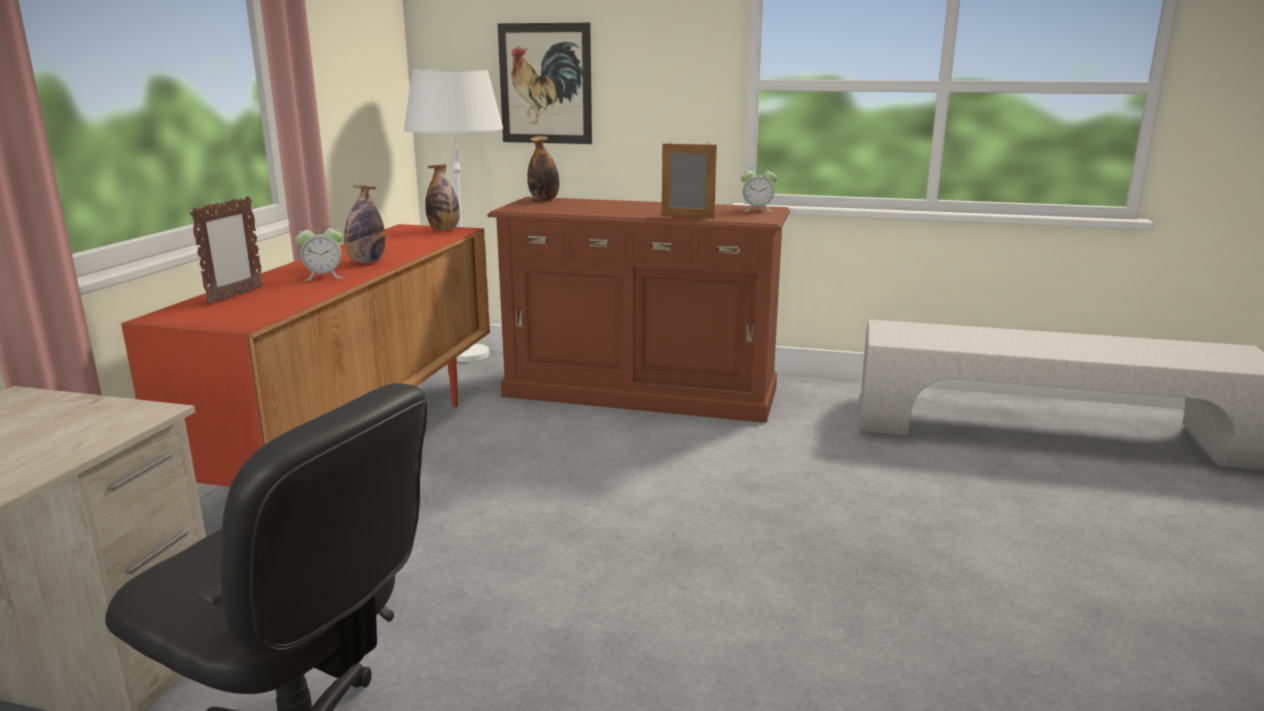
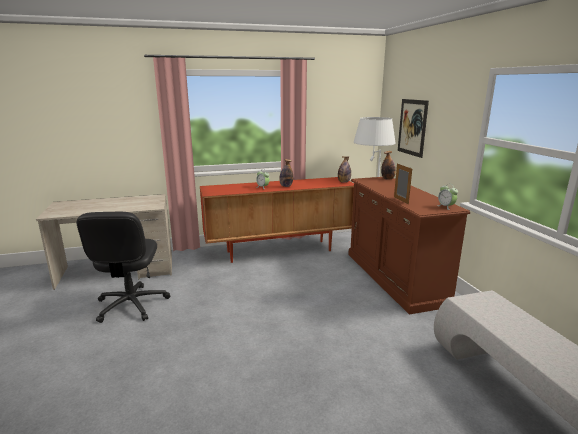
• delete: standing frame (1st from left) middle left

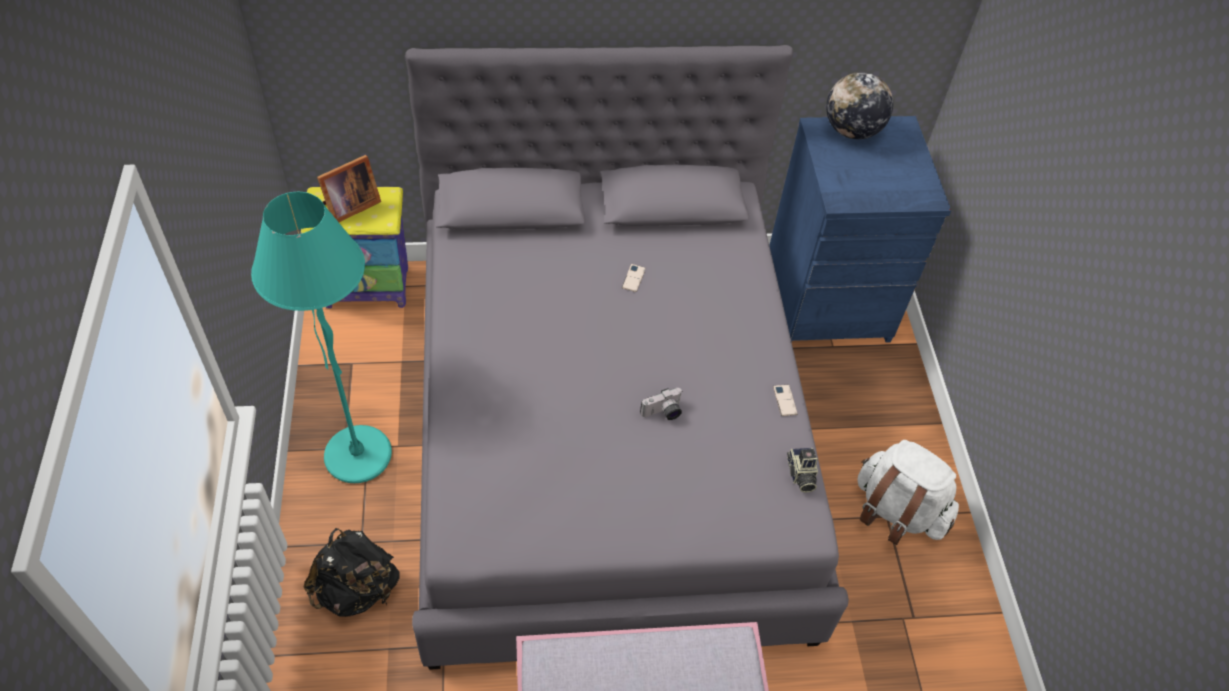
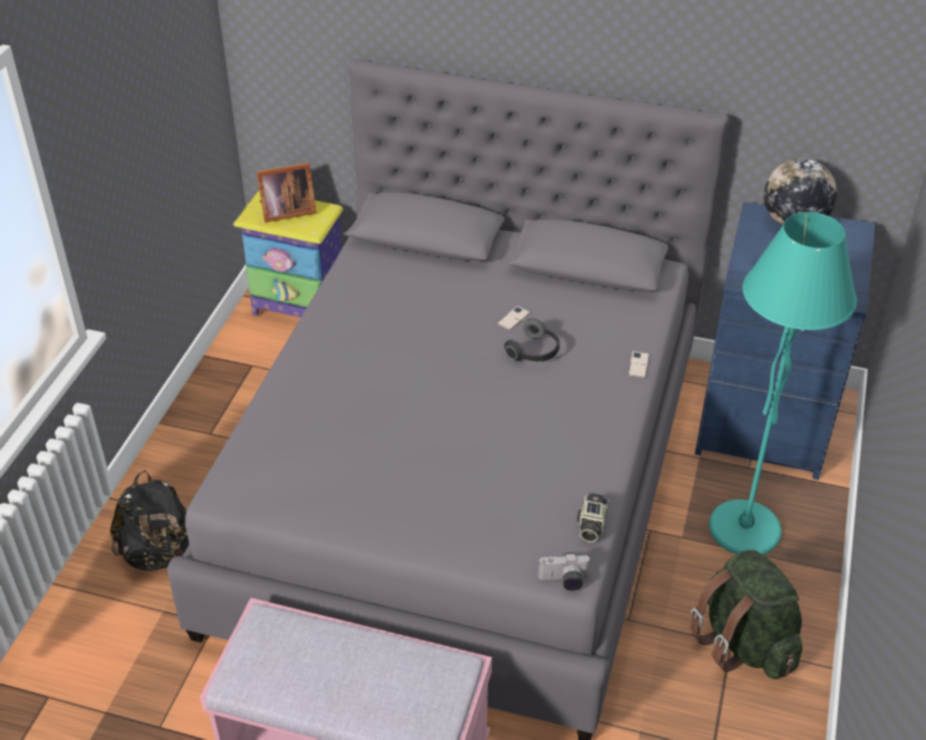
• insert: headphones centre
• move: turquoise standard lamp middle left to middle right
• move: photo camera (1st from left) centre to bottom centre
• move: handset (2nd from left) centre to middle right
• recolor: white rucksack bottom right to green rucksack bottom right

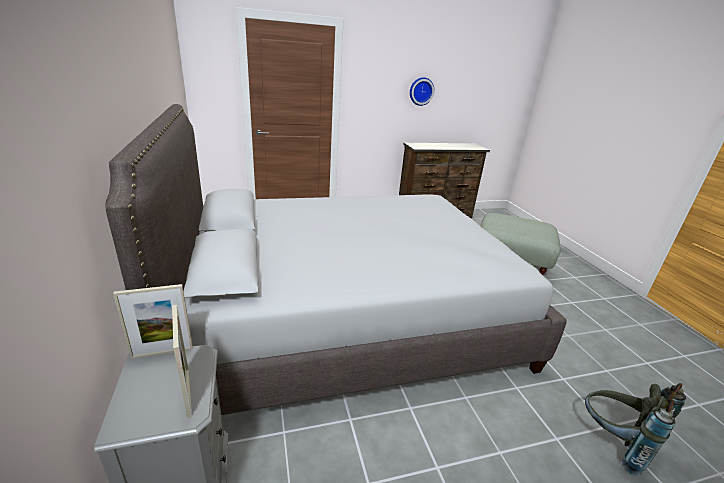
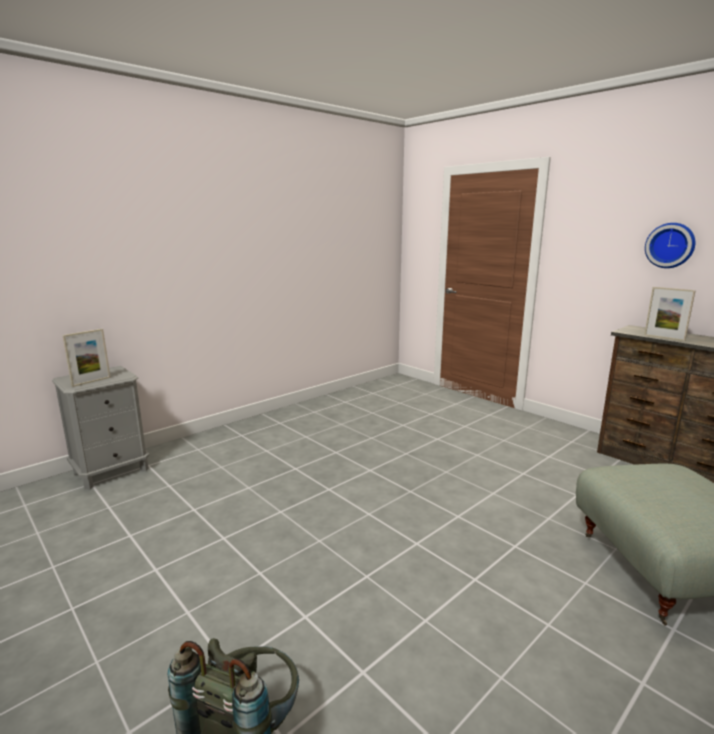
• delete: gray bedroom bed centre
• move: standing frame (1st from left in the first image) middle left to standing frame (2nd from left) middle right

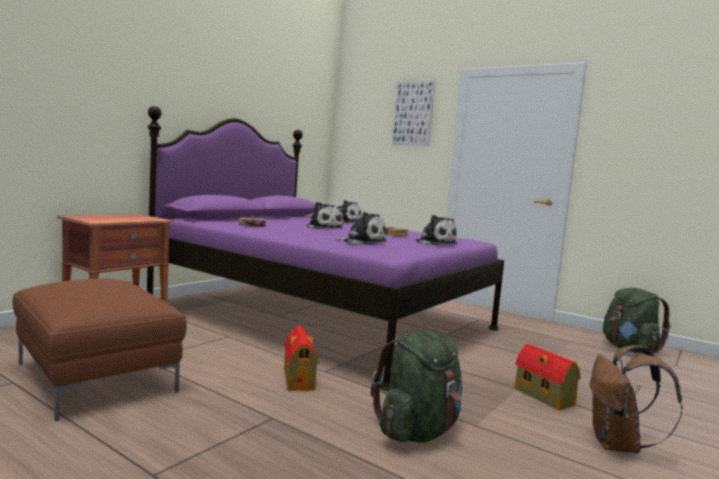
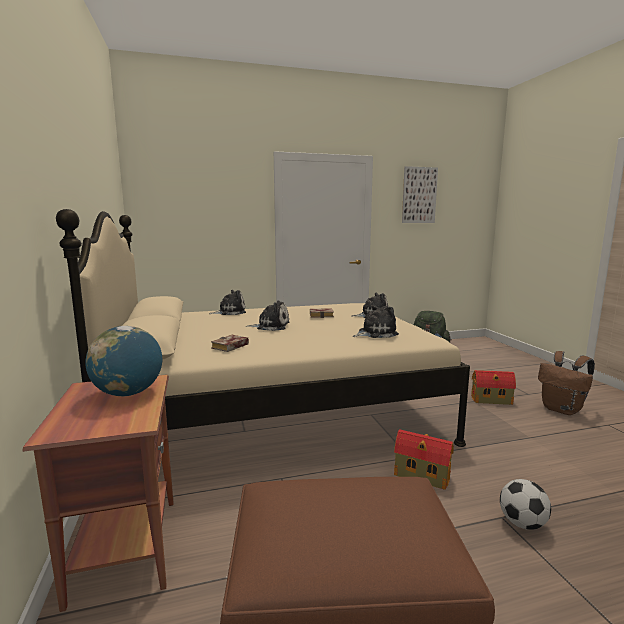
• delete: green rucksack (1st from left) bottom centre
• insert: world globe middle left
• insert: ball for football bottom right
• move: picture top centre to top right
• recolor: purplish bedroom bed centre to beige-coloured bedroom bed centre

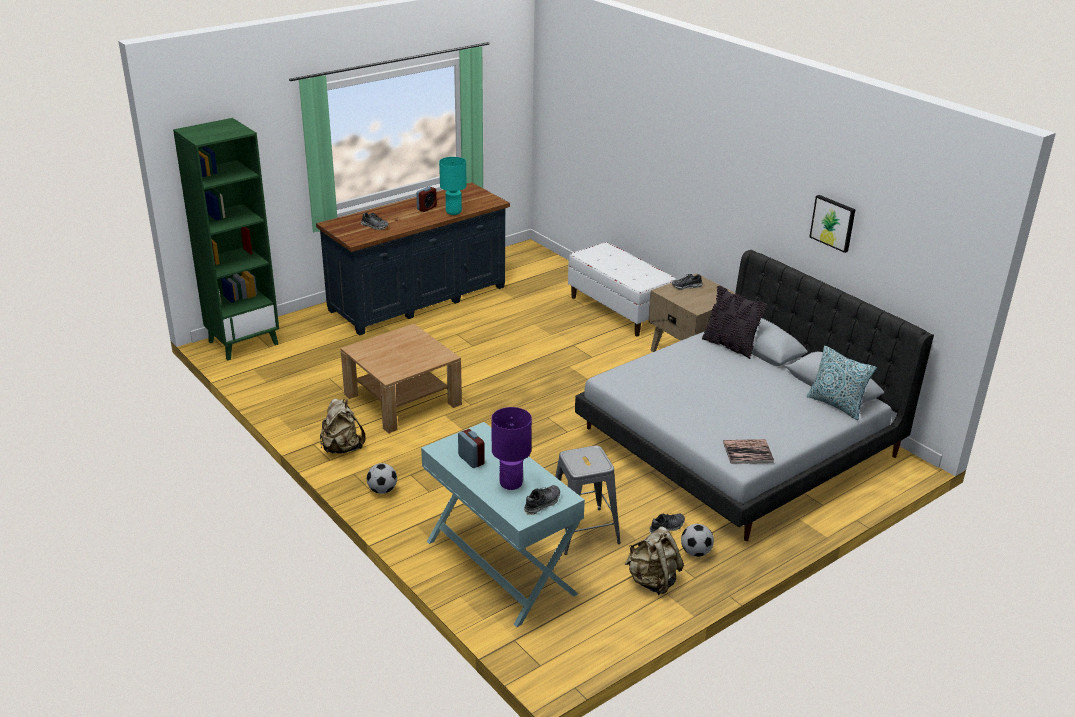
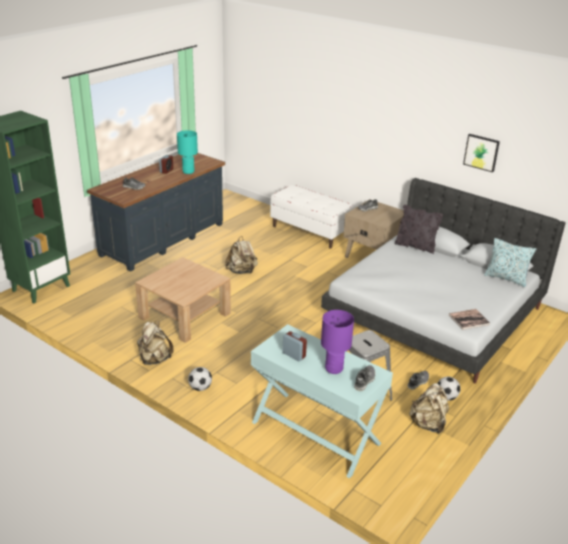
• insert: beige-coloured rucksack (2nd from left) centre

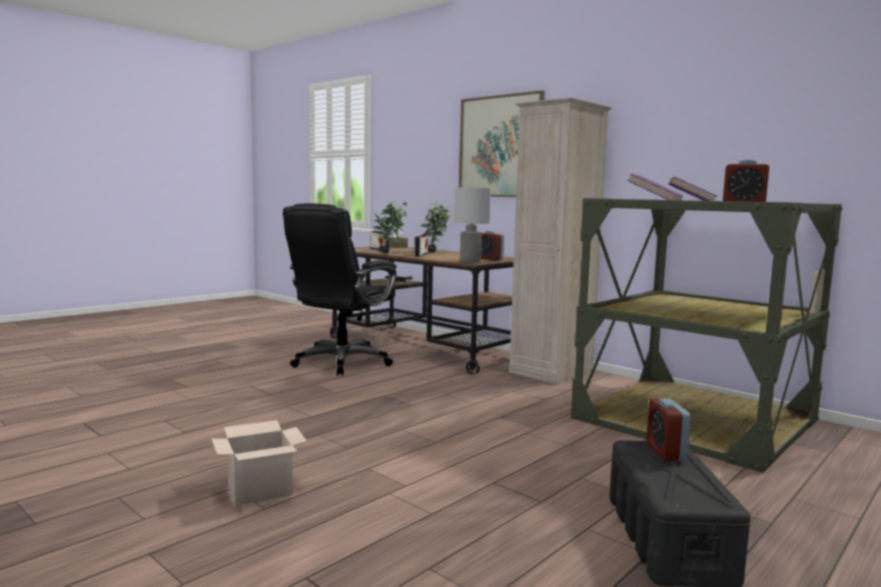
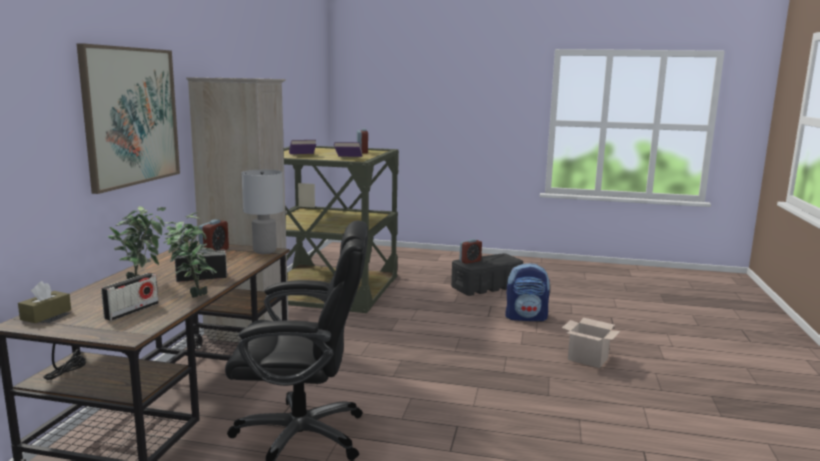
• insert: rucksack centre

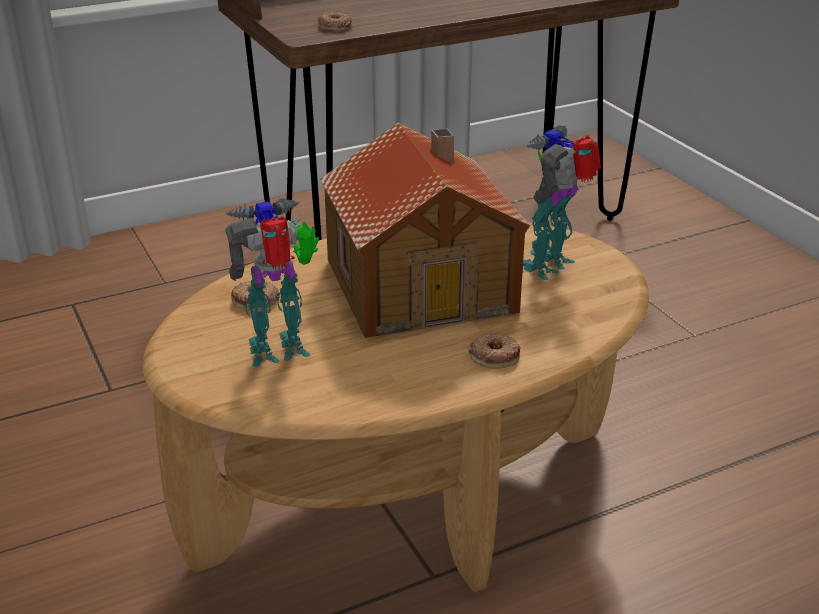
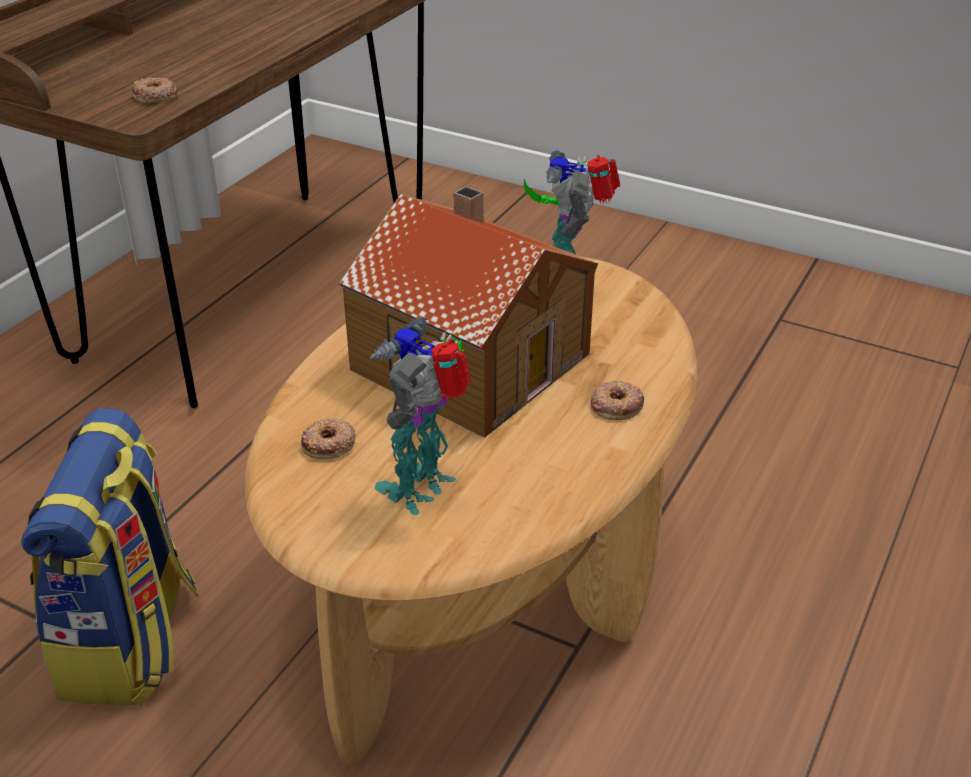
• insert: rucksack bottom left

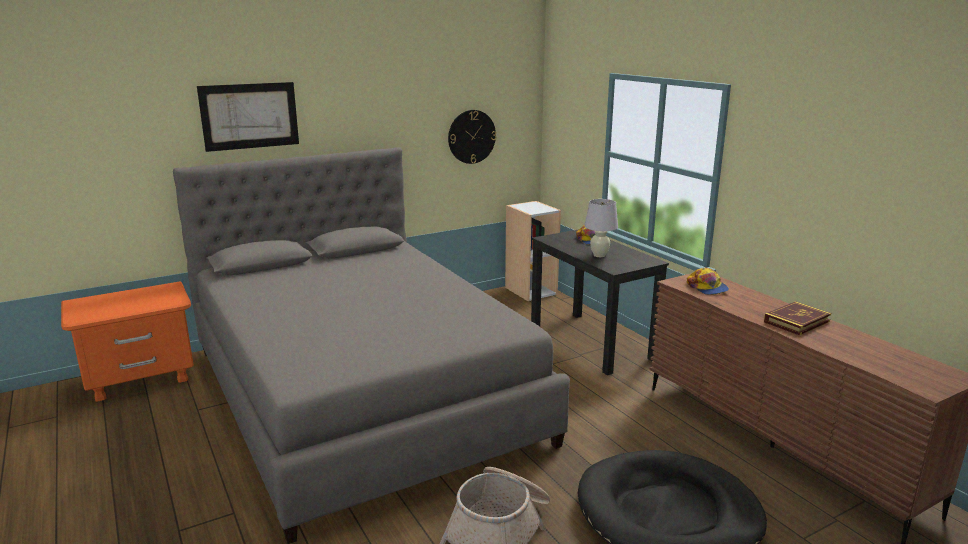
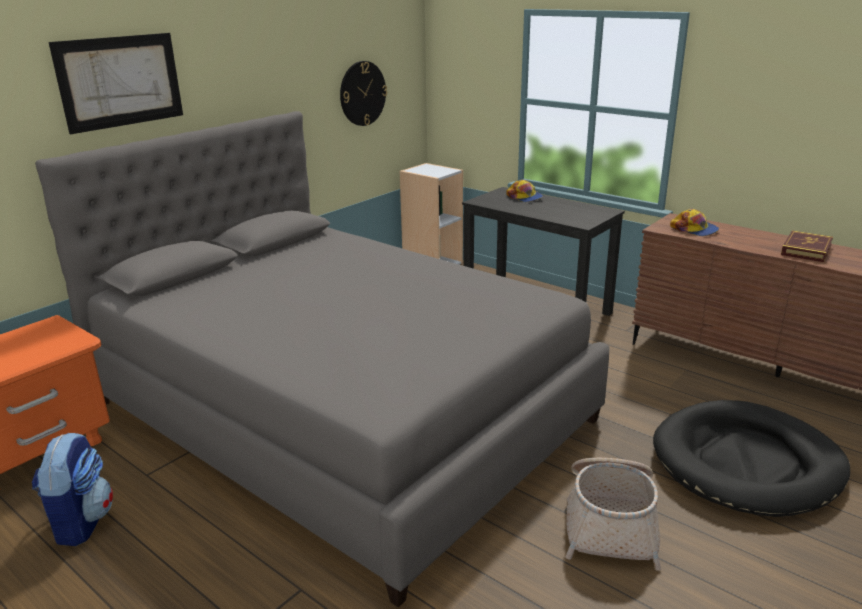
• delete: white table lamp centre
• insert: rucksack bottom left

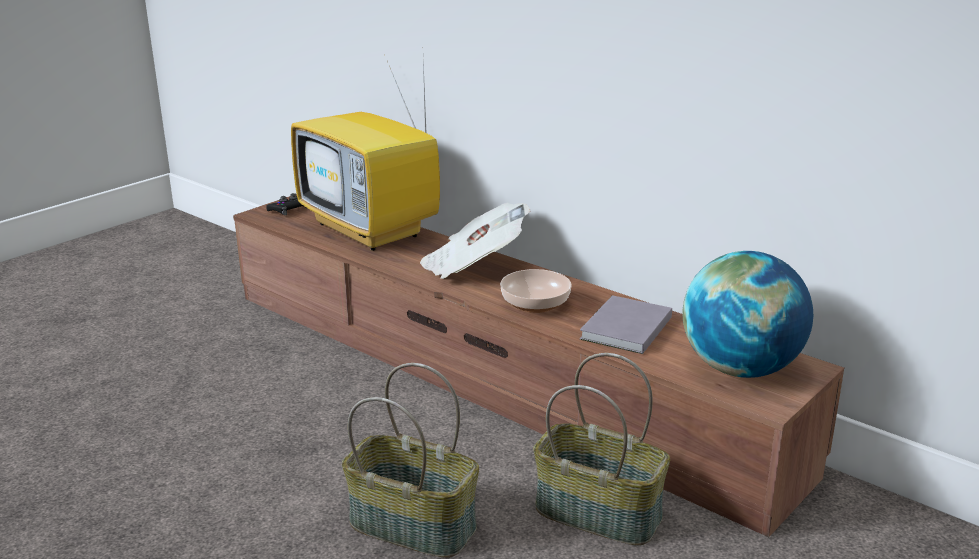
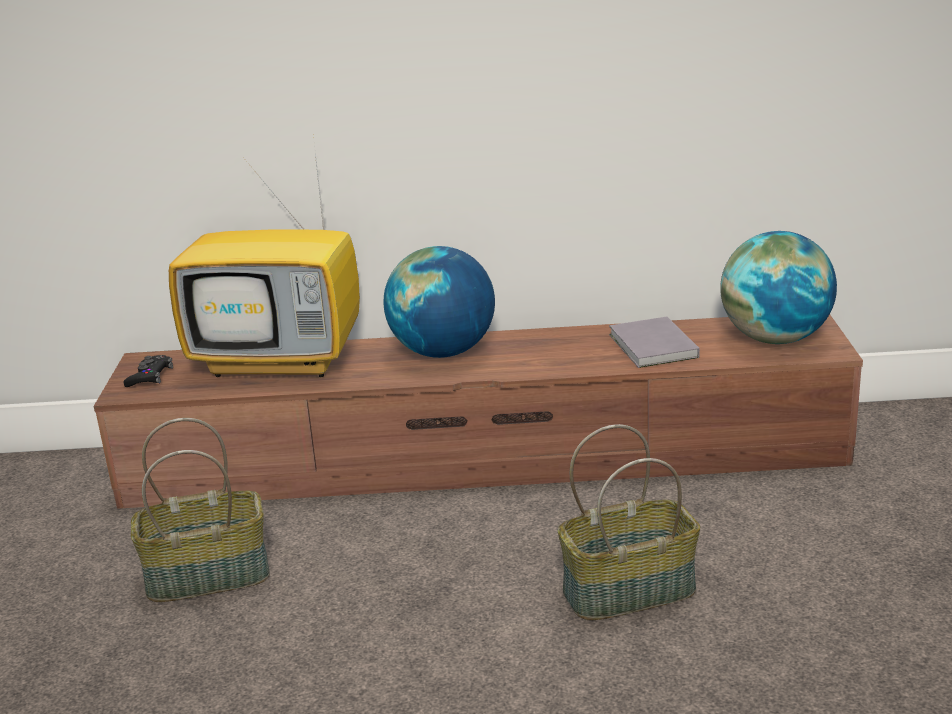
• delete: deep dish centre
• move: basket (2nd from left in the first image) bottom centre to basket (1st from left) bottom left
• replace: daily paper centre to world globe (1st from left) centre

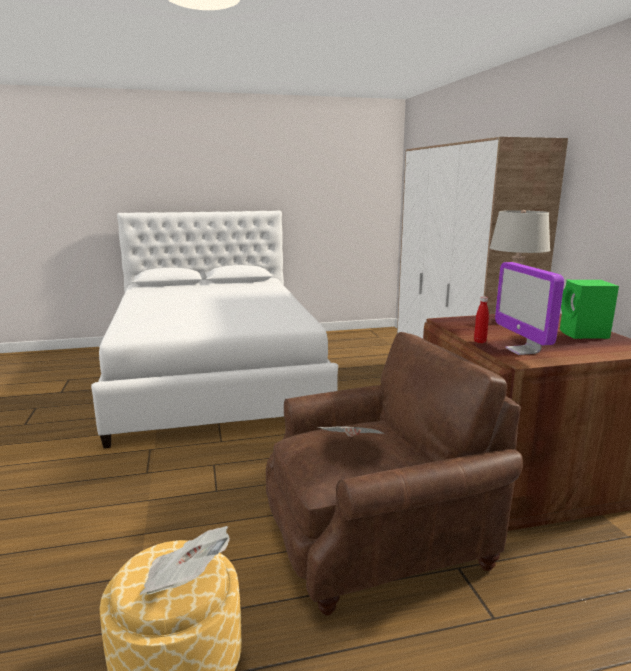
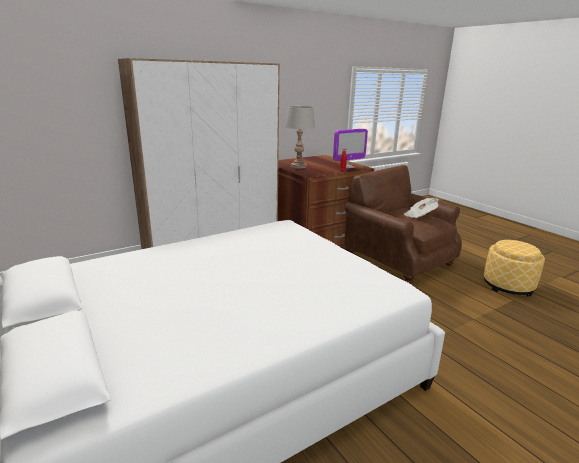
• delete: daily paper (1st from left) bottom left
• delete: green speaker middle right

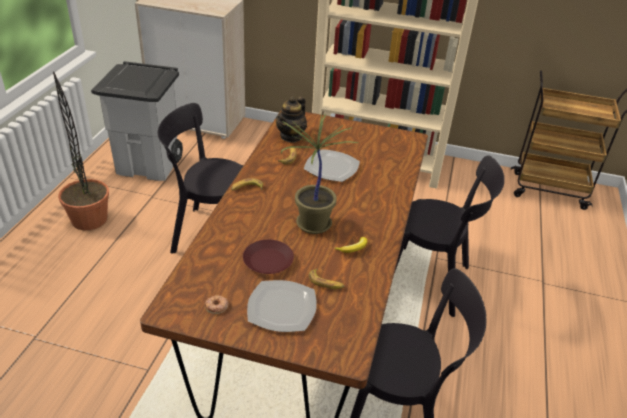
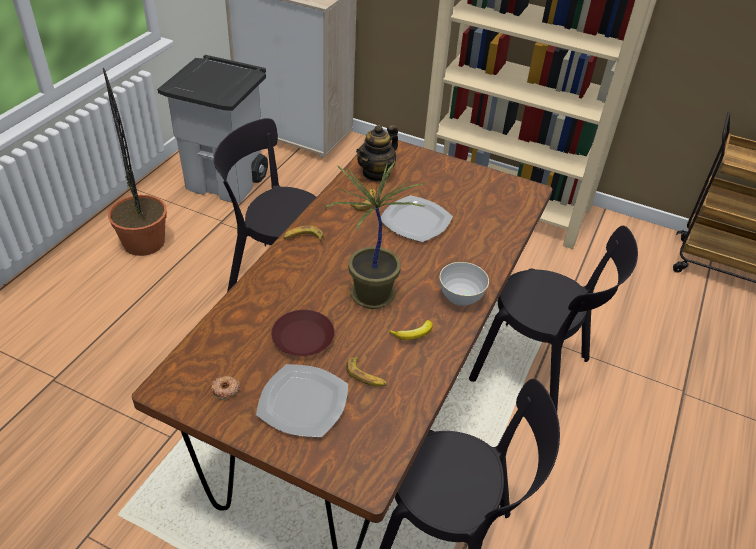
• insert: gray deep dish centre

